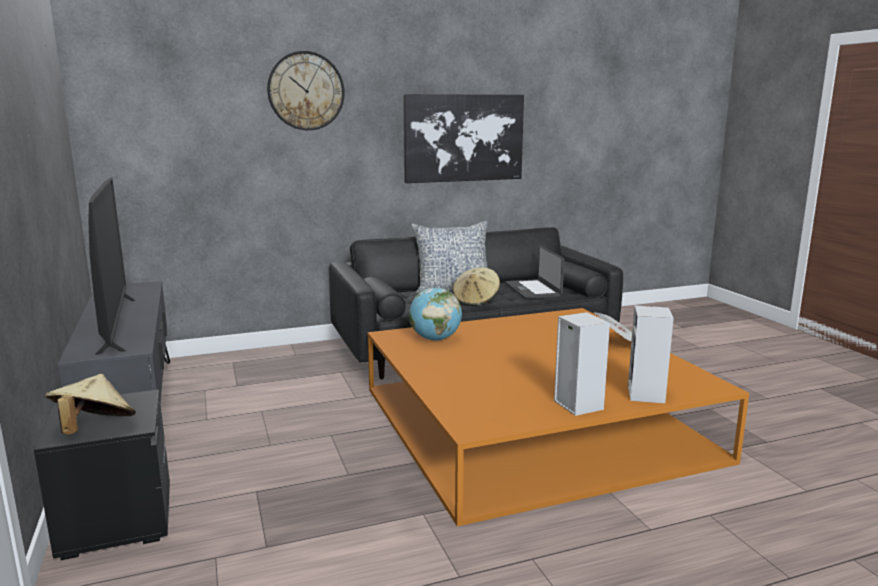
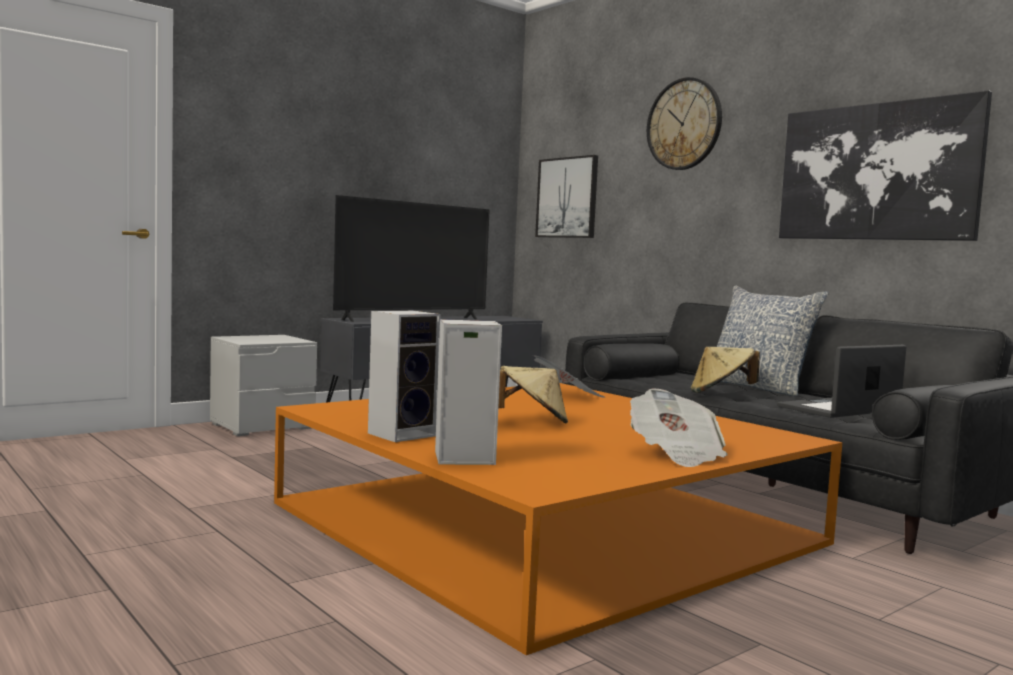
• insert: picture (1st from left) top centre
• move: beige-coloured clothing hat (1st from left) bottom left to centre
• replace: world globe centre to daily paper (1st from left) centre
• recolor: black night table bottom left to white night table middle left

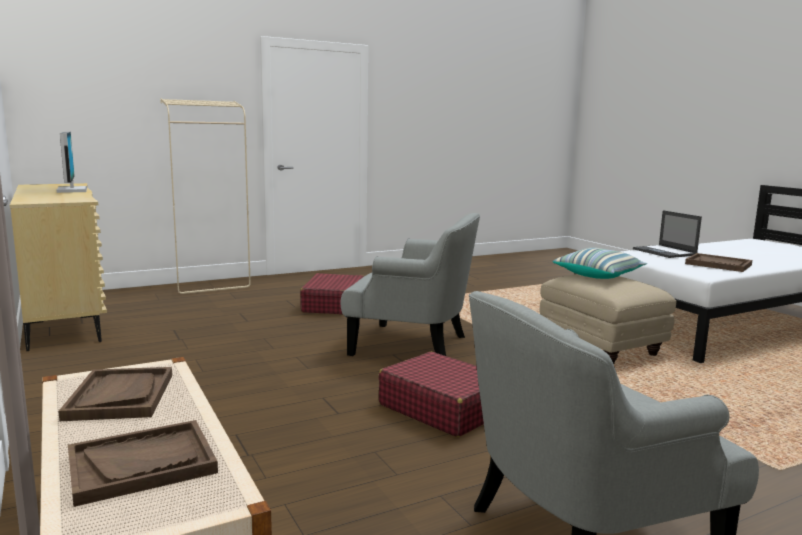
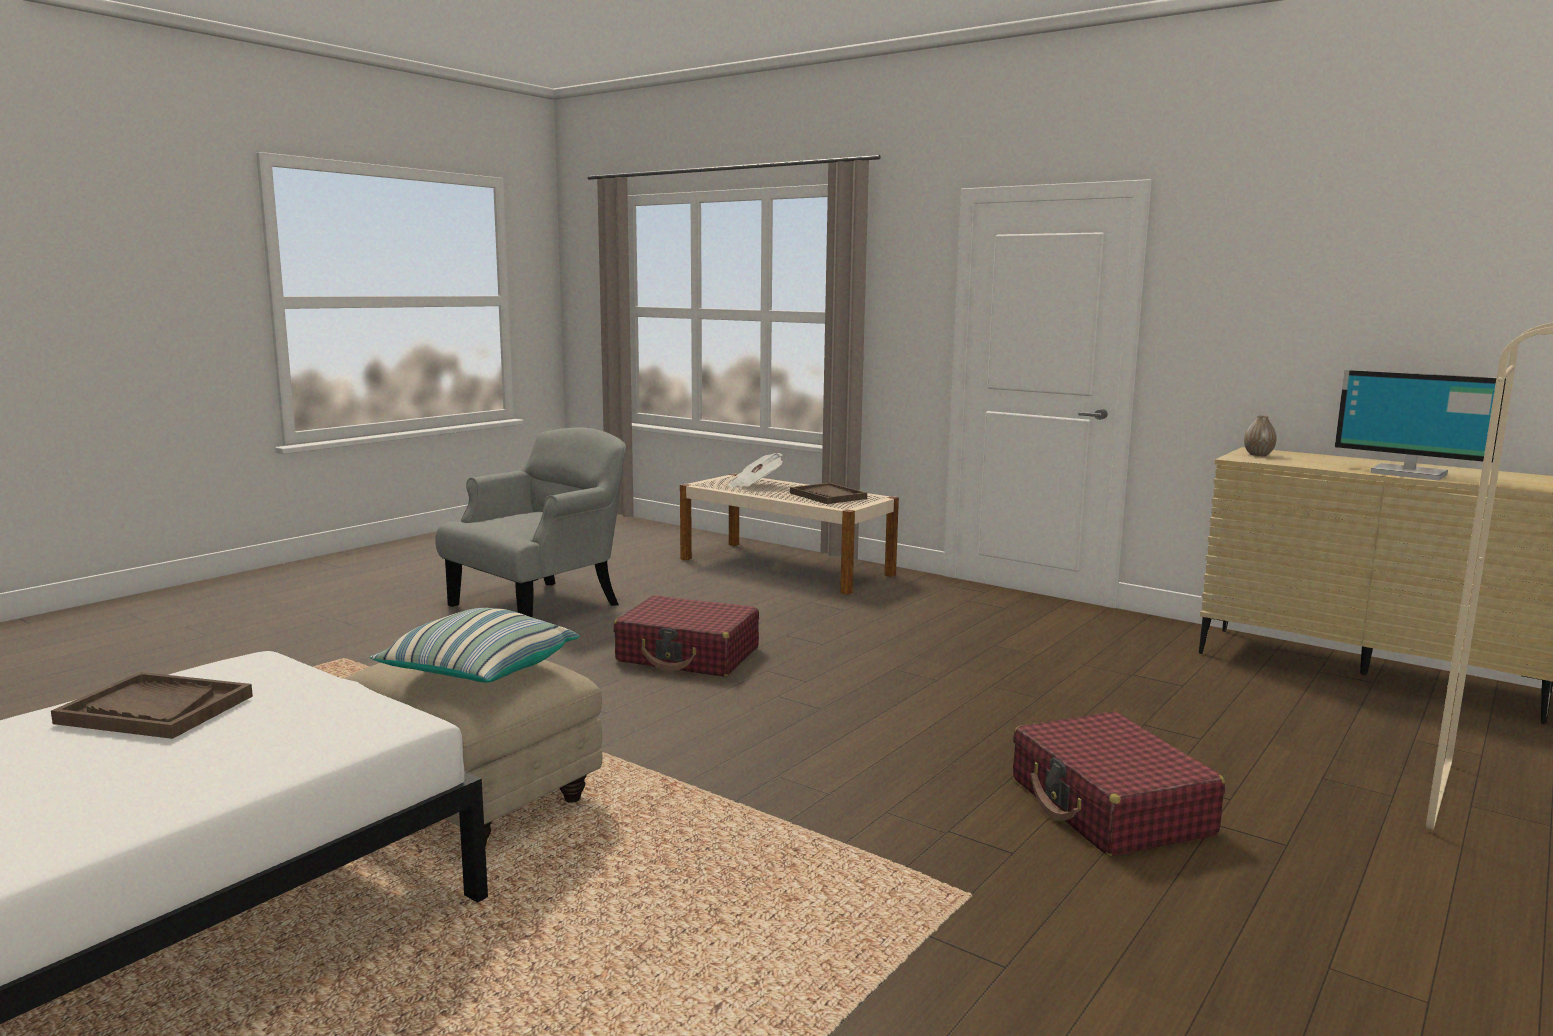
• delete: gray armchair (1st from left) centre
• delete: laptop middle right
• insert: decorative vase middle right
• replace: brown tray (2nd from left) bottom left to daily paper centre

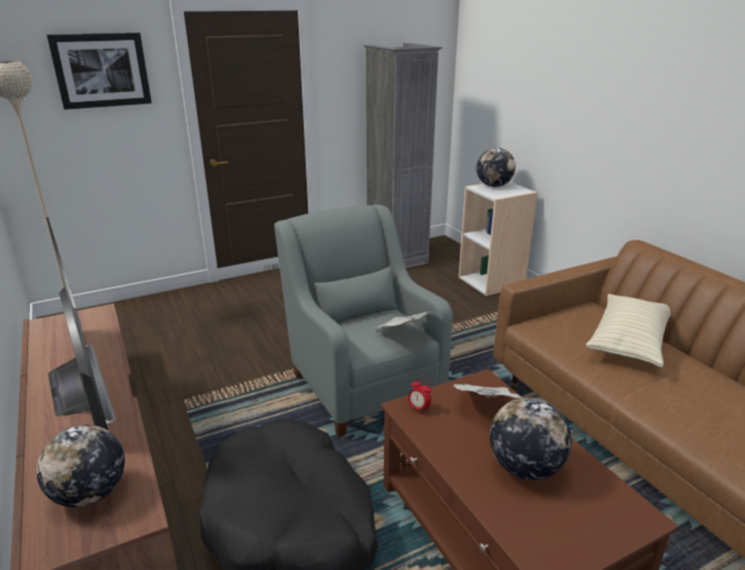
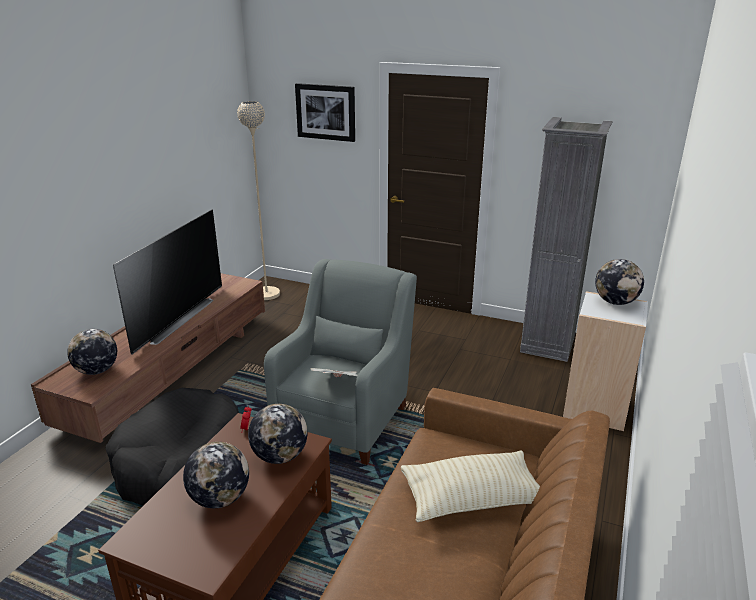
• replace: daily paper (2nd from left) bottom centre to world globe (3rd from left) bottom centre

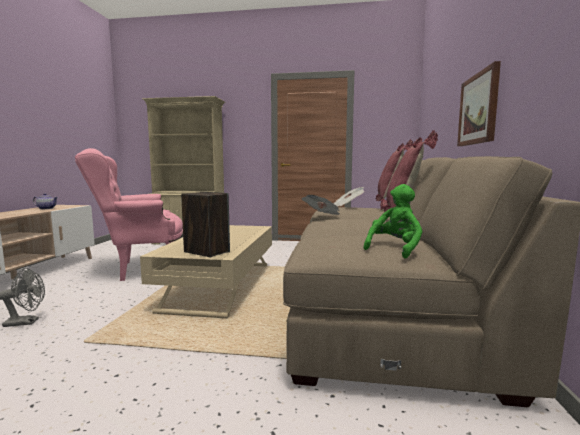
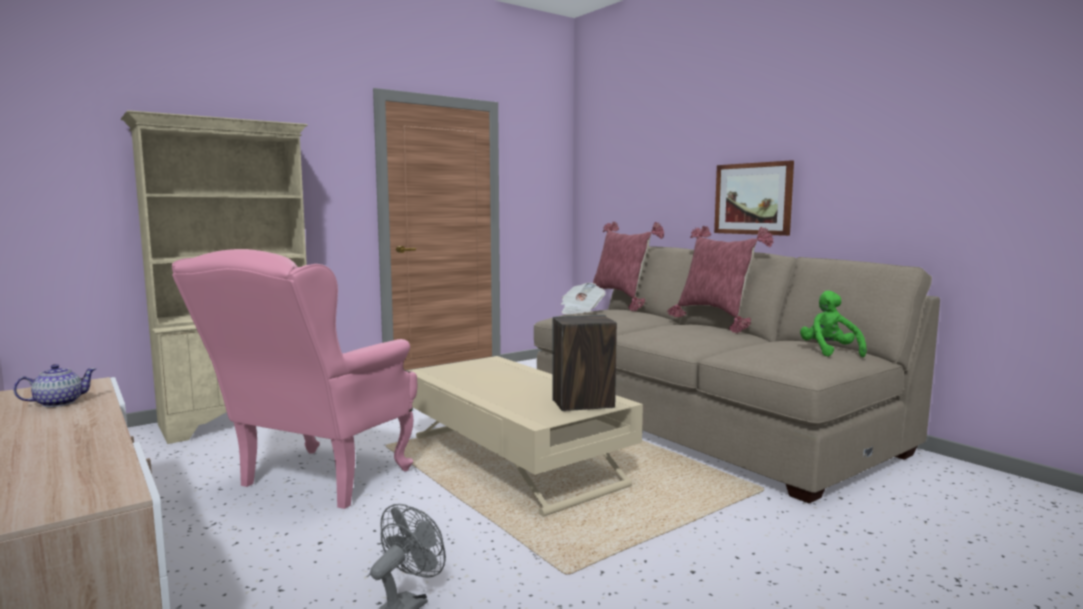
• delete: daily paper (1st from left) centre

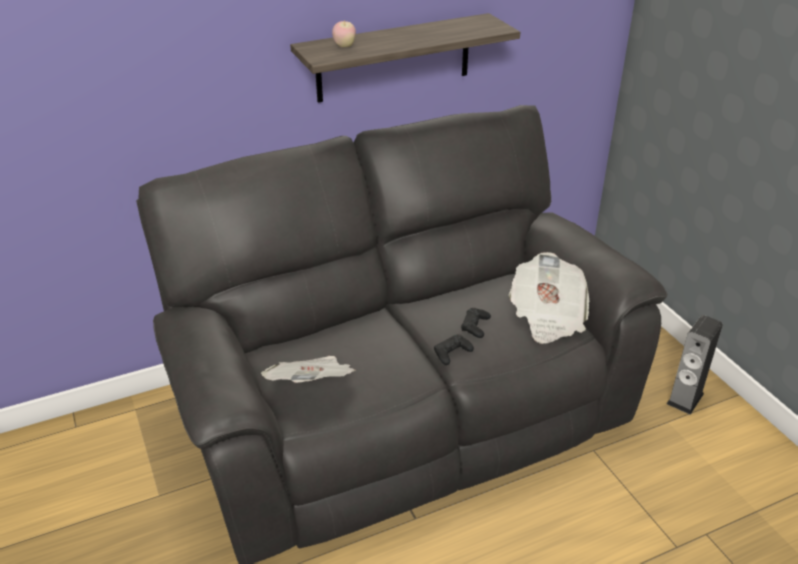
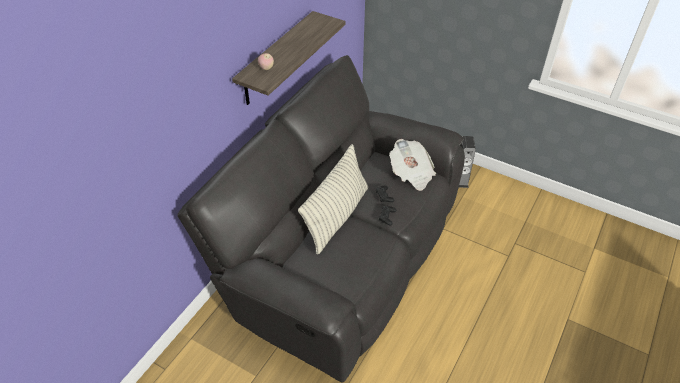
• delete: daily paper (1st from left) centre
• insert: pillow centre

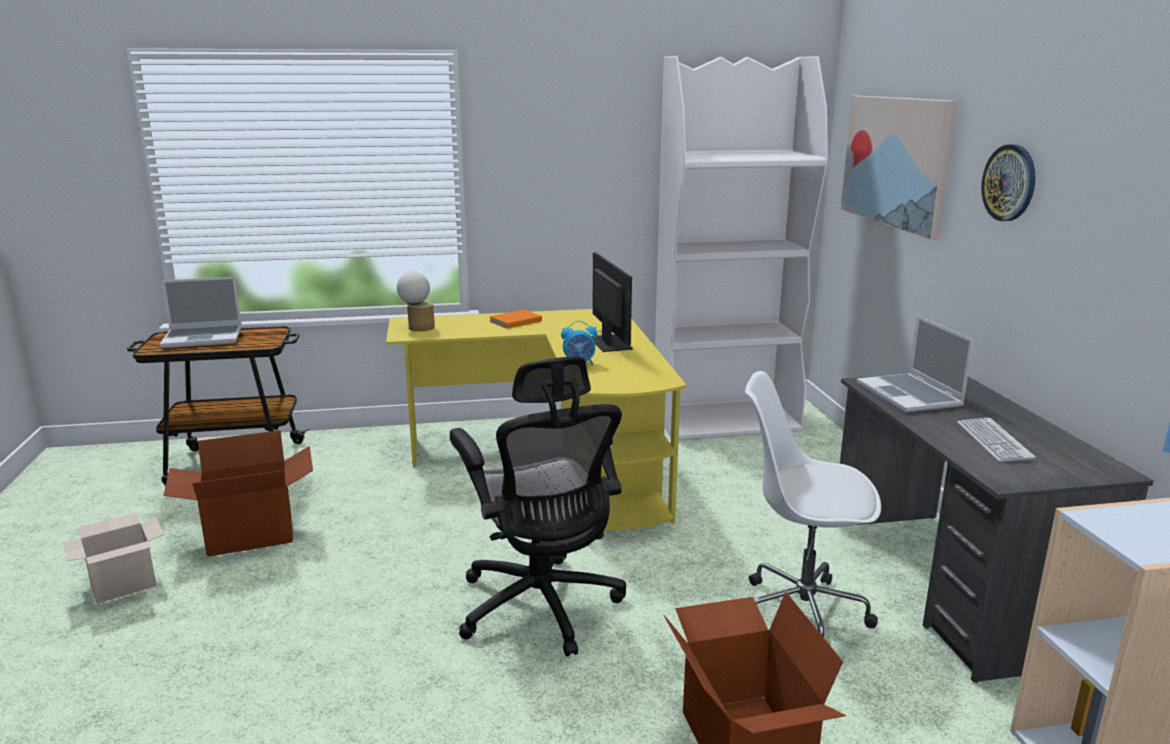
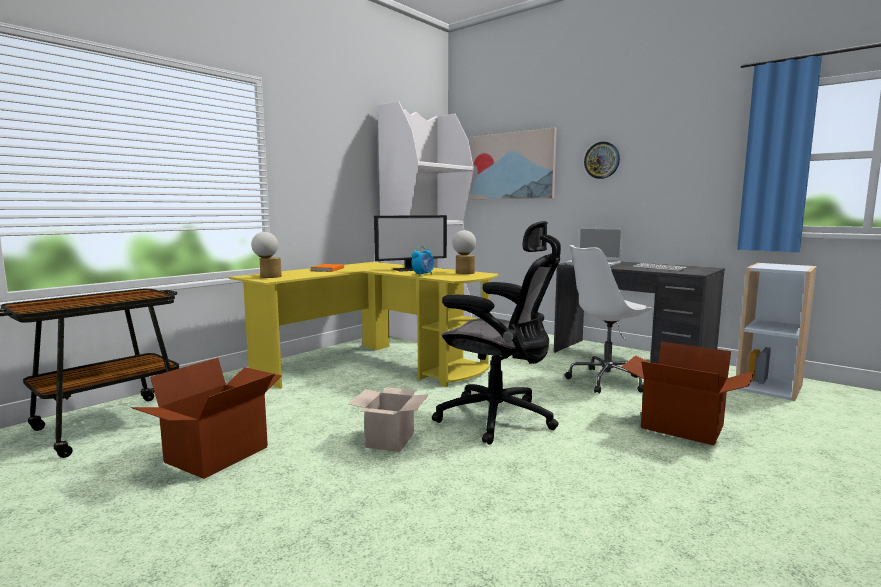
• delete: laptop (1st from left) middle left
• insert: table lamp (2nd from left) centre
• move: cardboard box (1st from left in the first image) bottom left to cardboard box (2nd from left) bottom centre
• rotate: computer display centre = centre 120 degrees clockwise

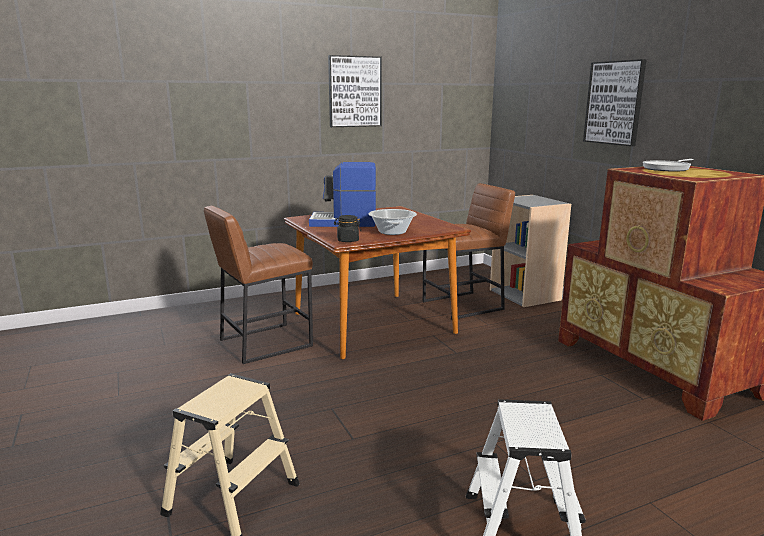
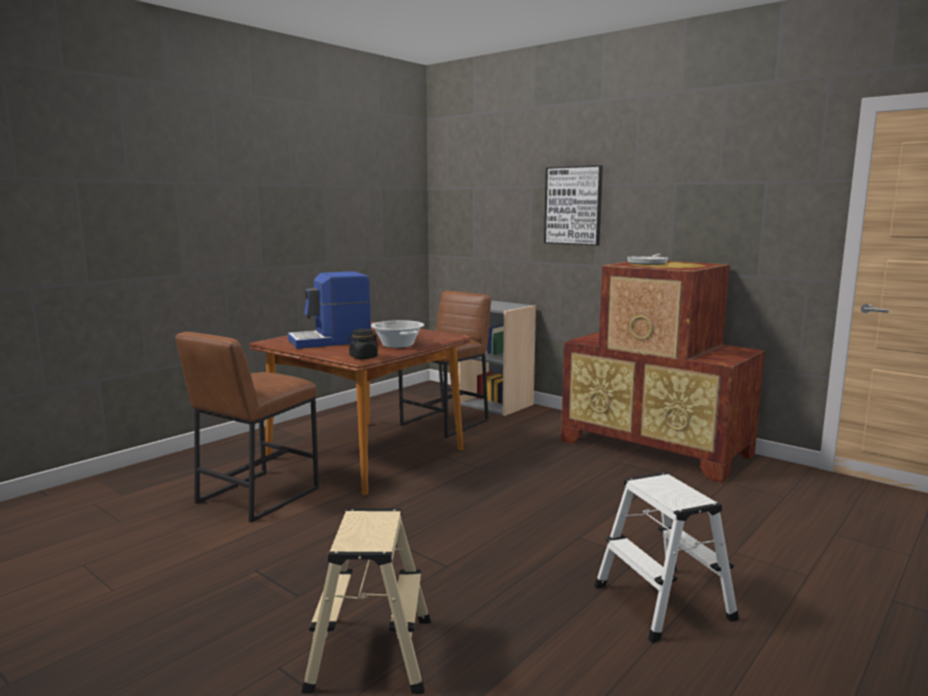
• delete: picture (1st from left) top centre

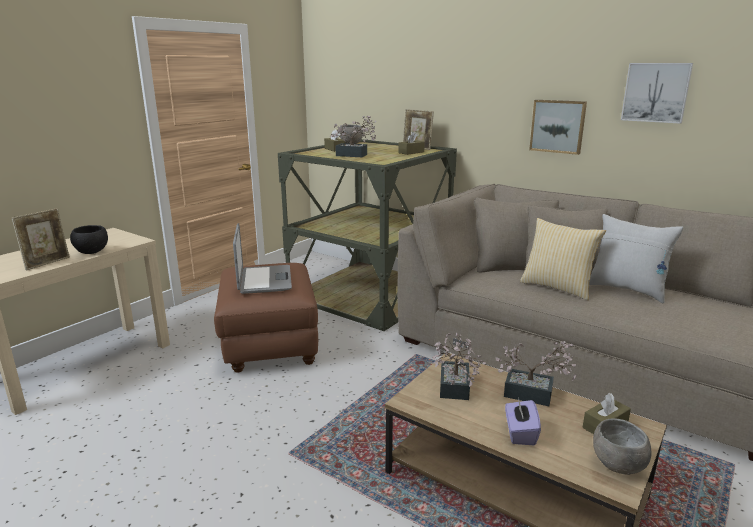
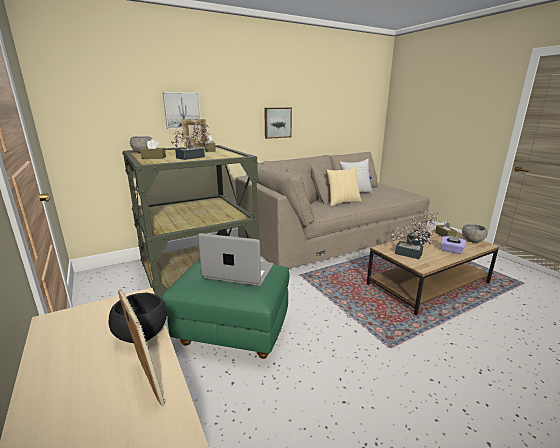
• move: picture (2nd from left in the first image) top right to picture (1st from left) top left
• recolor: brown footrest centre to green footrest bottom centre

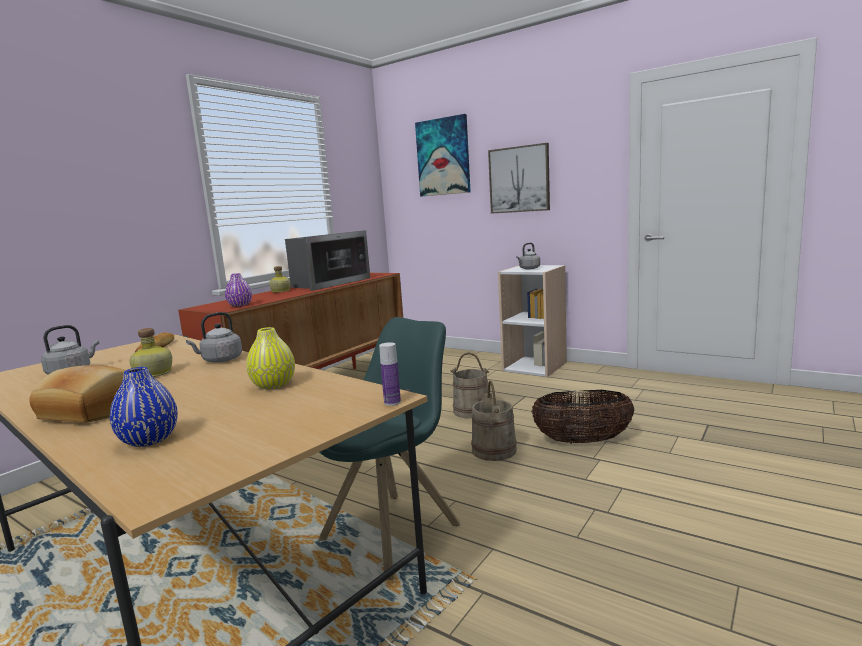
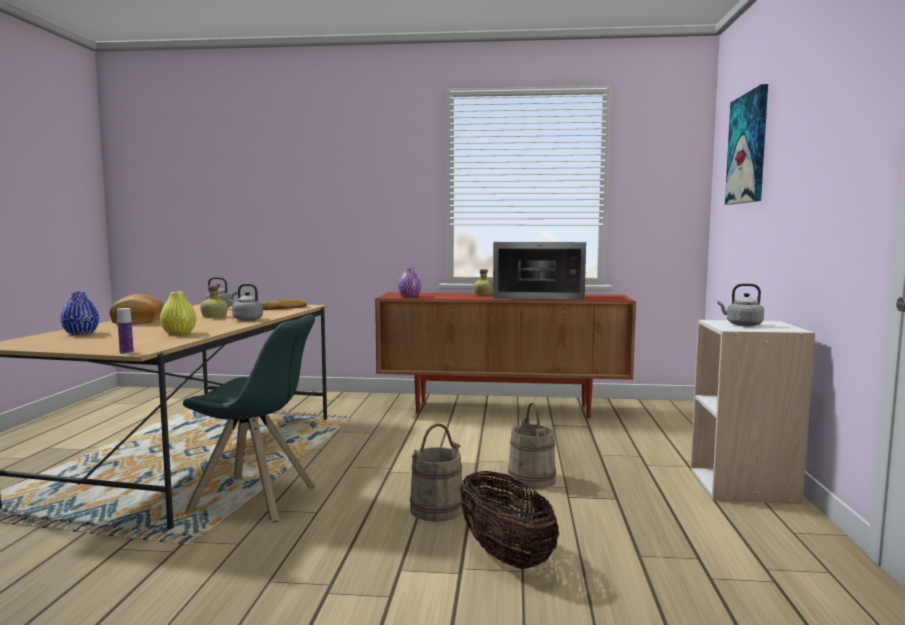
• delete: picture (2nd from left) top centre

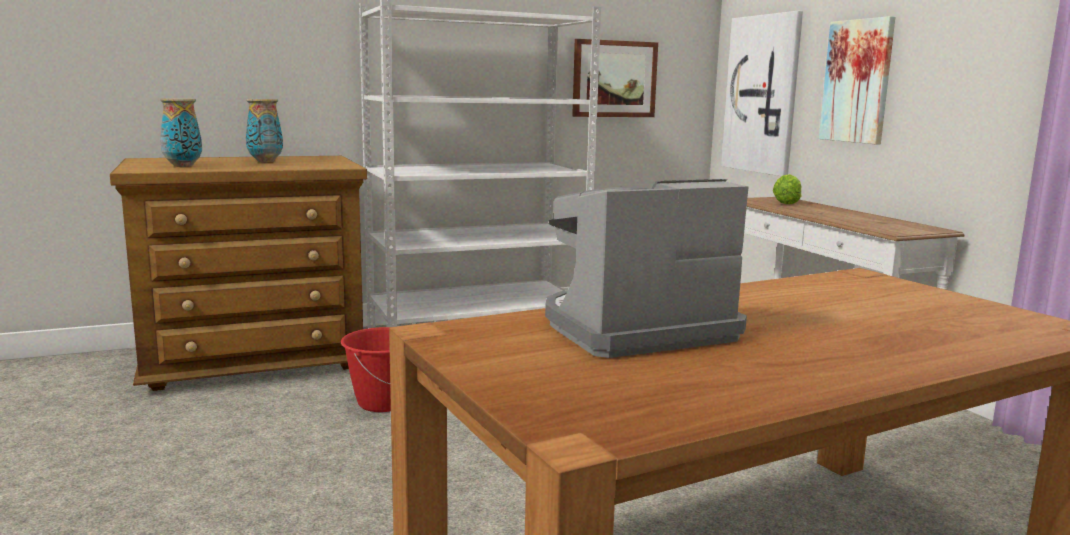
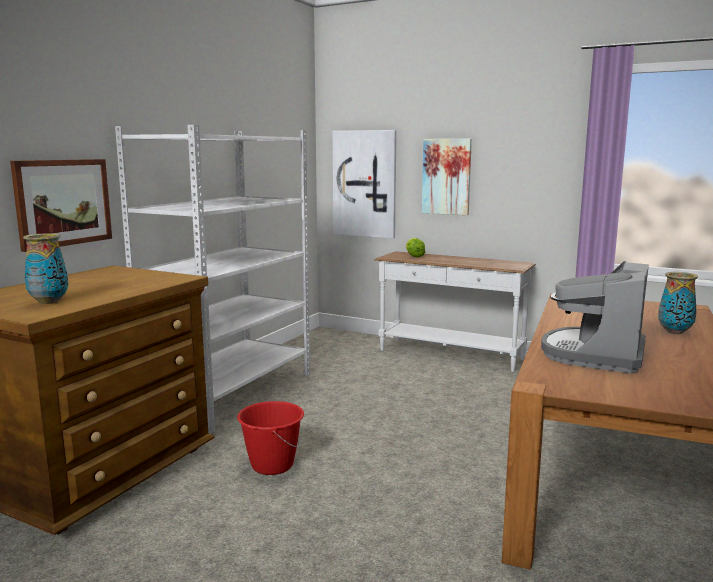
• move: decorative vase (2nd from left) top left to middle right
• move: picture (1st from left) top centre to middle left

